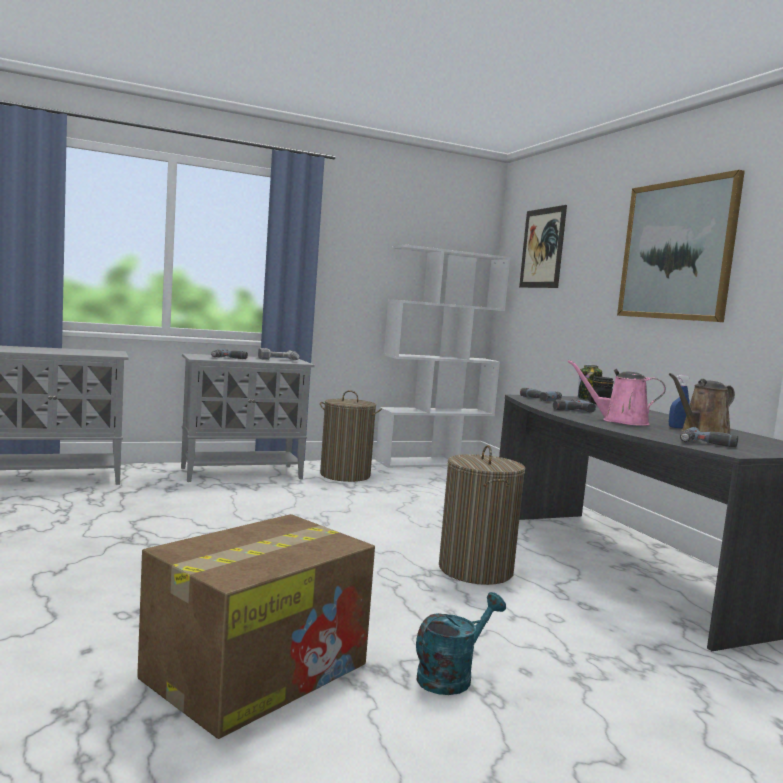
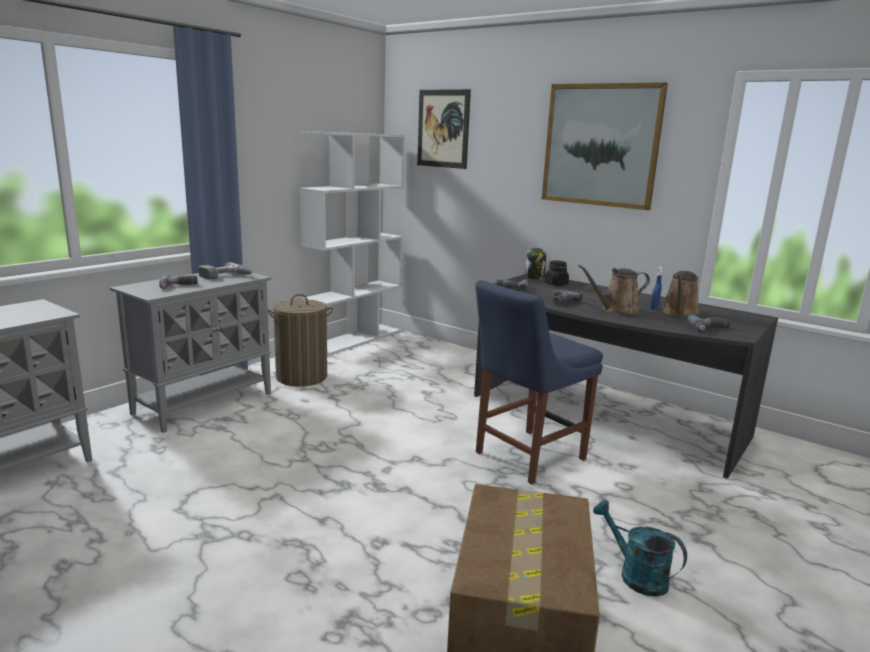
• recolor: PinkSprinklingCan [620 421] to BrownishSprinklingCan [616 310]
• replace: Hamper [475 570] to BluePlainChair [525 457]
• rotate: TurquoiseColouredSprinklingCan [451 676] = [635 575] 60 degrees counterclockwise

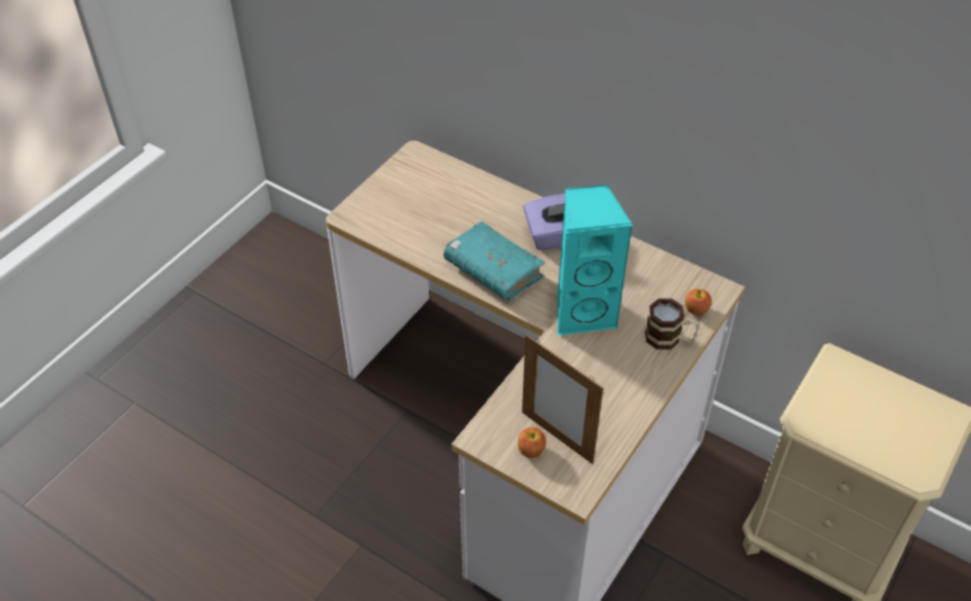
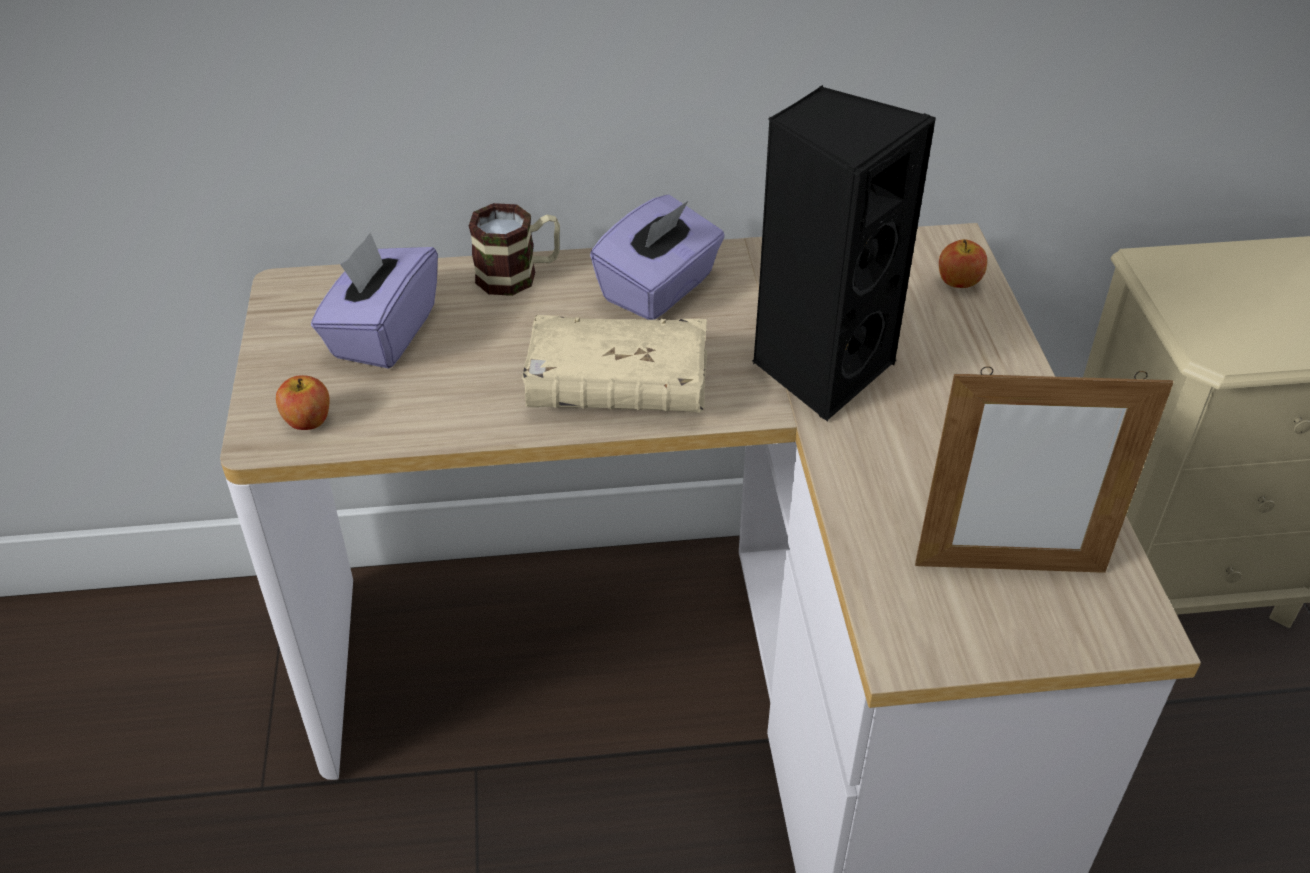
• recolor: TurquoiseColouredLoudspeaker [583 312] to BlackColouredLoudspeaker [820 368]
• recolor: TurquoiseColouredBoundBook [493 270] to SandColouredBoundBook [617 386]
• move: Mug [669 339] to [519 275]
• move: WholeApple [531 450] to [308 420]
• insert: PurpleBoxOfTissues [382 333]

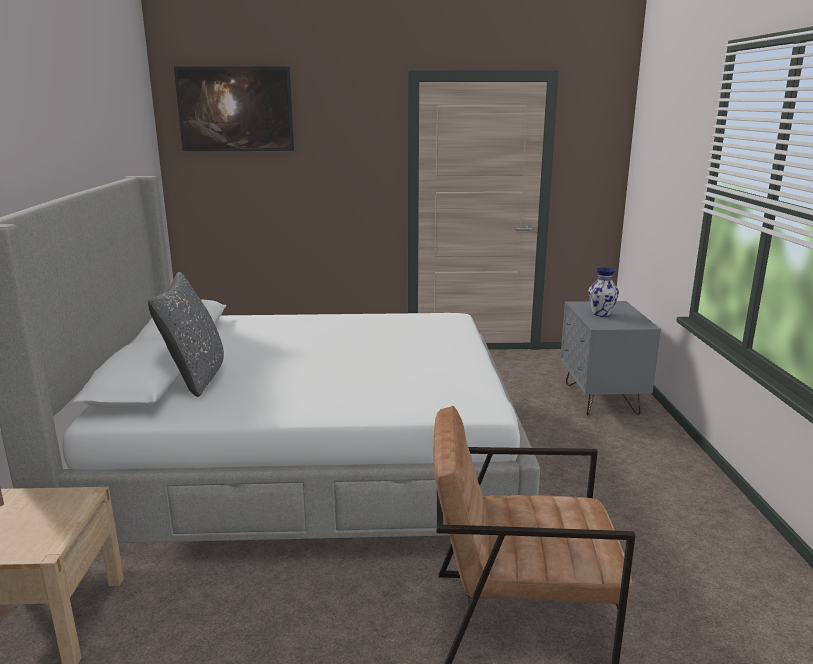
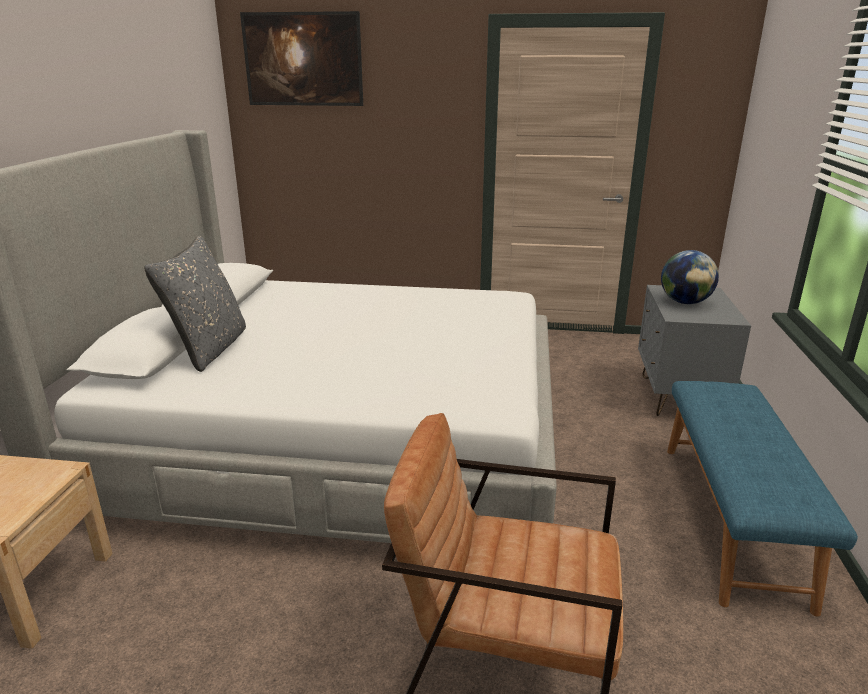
• replace: FlowerVase [601 314] to Globe [685 302]
• insert: BlueBench [732 519]

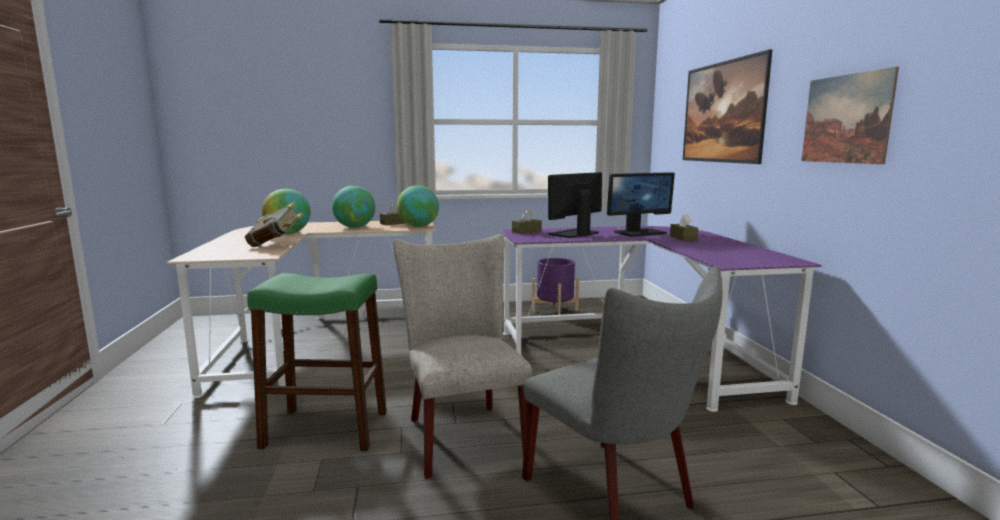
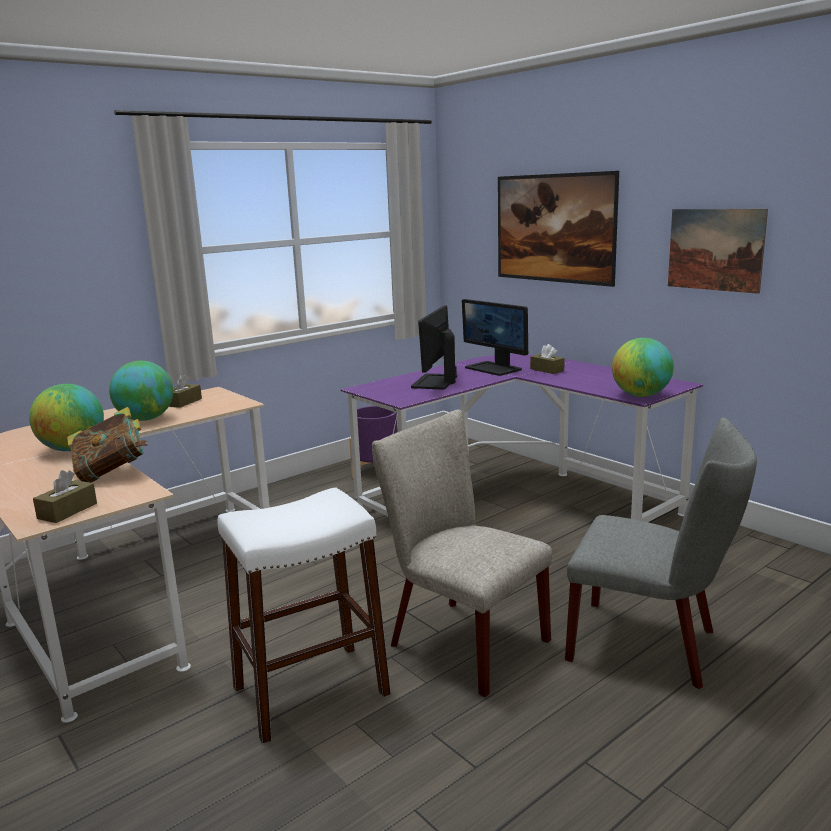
• rotate: Monitor [639 232] = [494 368] 105 degrees clockwise
• move: Globe [418 226] to [640 395]
• move: BrownishBoxOfTissues [526 232] to [67 511]
• recolor: GreenColouredStoolSeat [326 429] to WhiteStoolSeat [310 691]

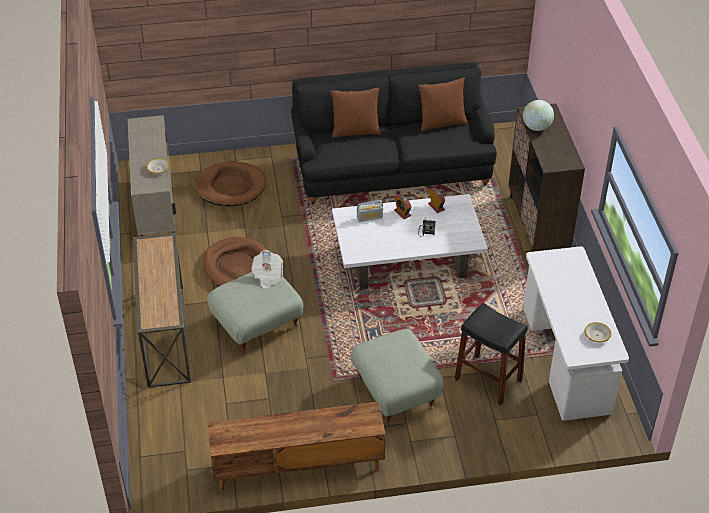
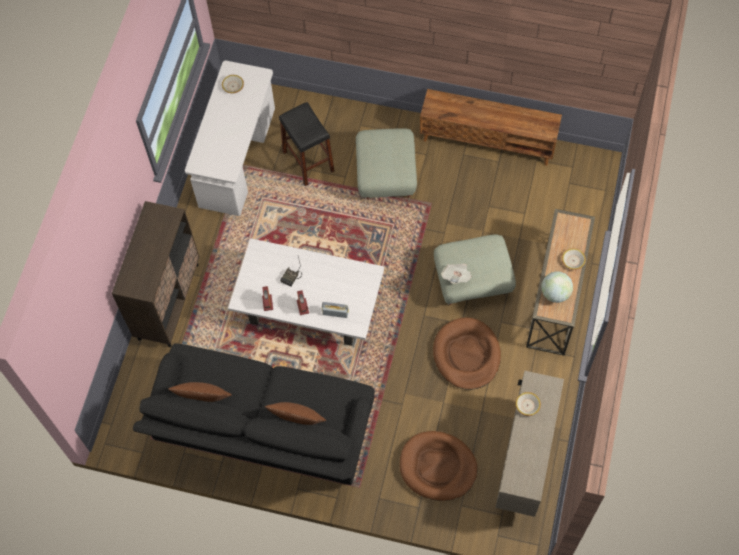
• move: Globe [536 127] to [555 293]
• insert: Bowl [573 260]

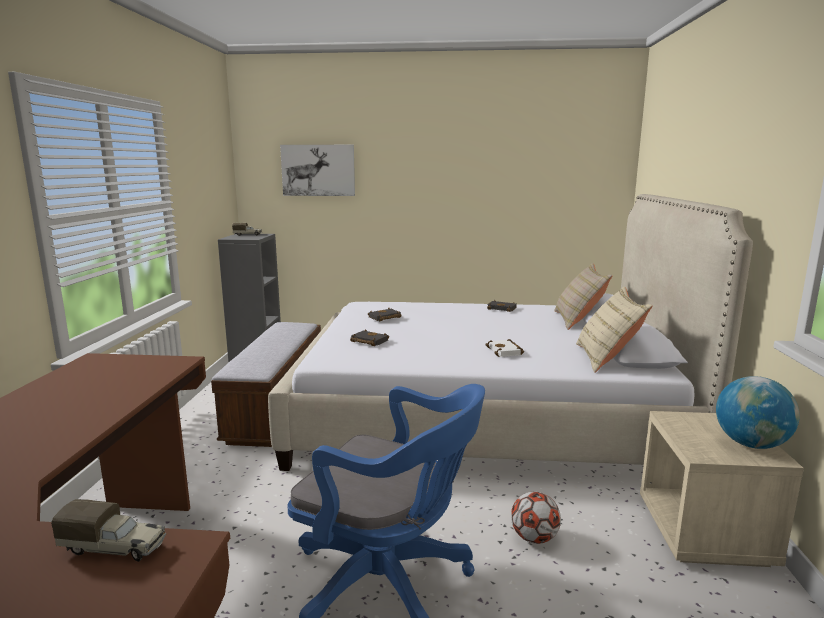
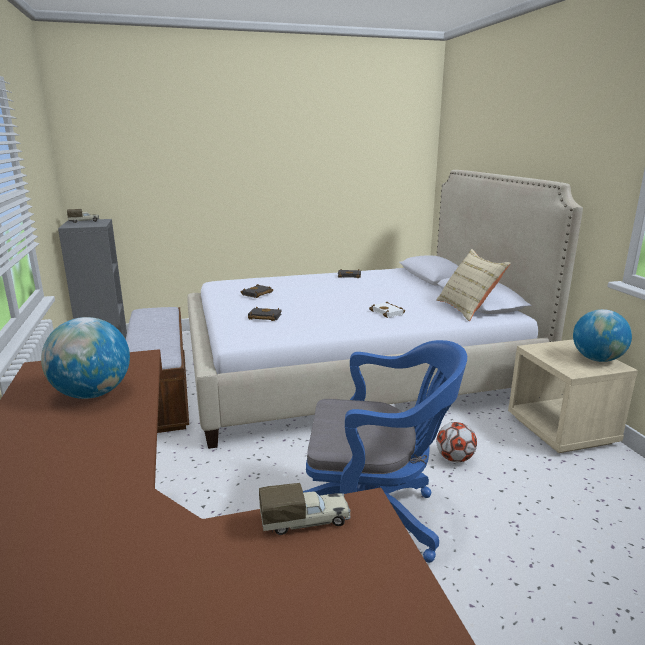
• delete: WallPicture [318 170]
• delete: SandColouredPillow [578 321]
• insert: Globe [92 394]

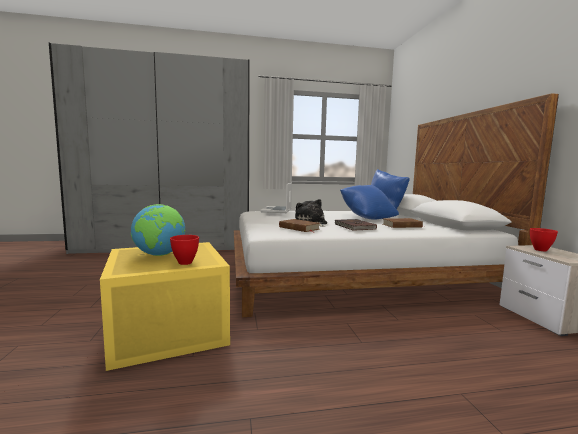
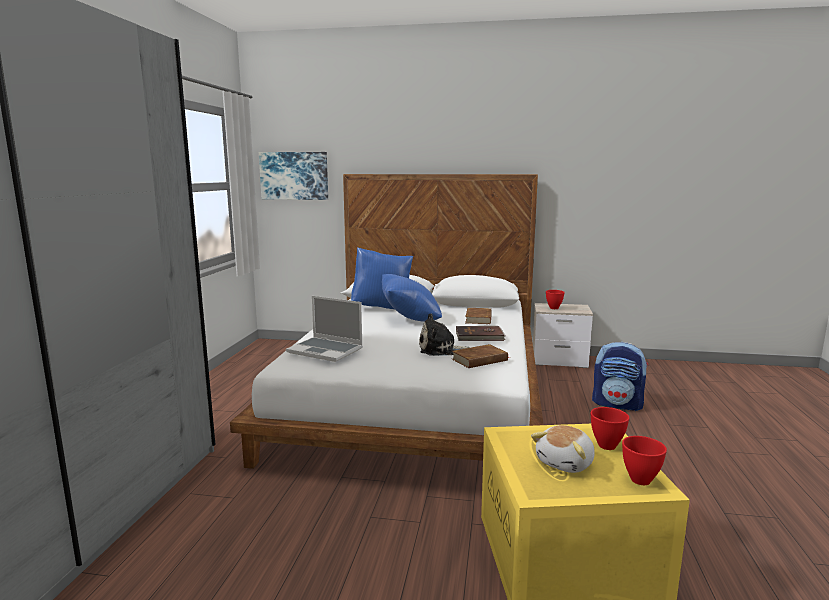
• replace: Globe [159 255] to SoftToy [566 463]
• insert: WallPicture [294 176]
• insert: Rucksack [617 404]
• insert: RedColouredBowl [641 480]

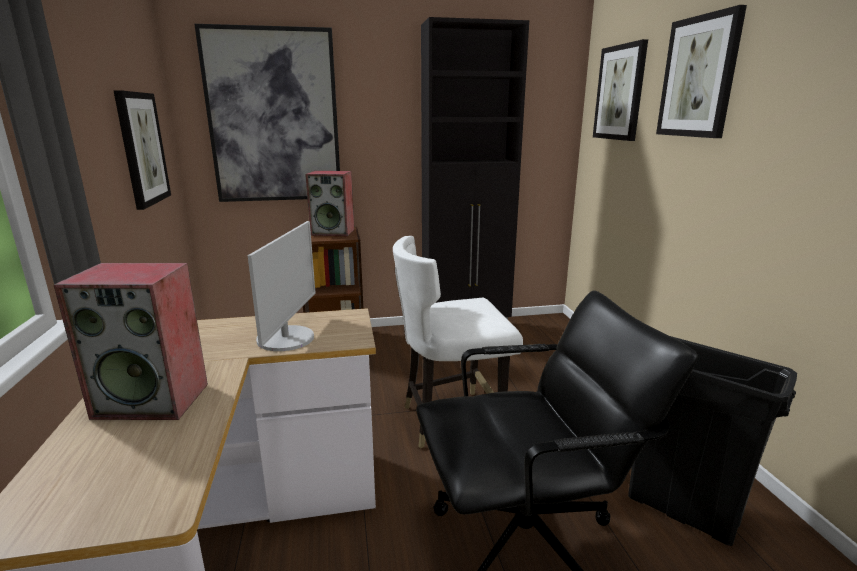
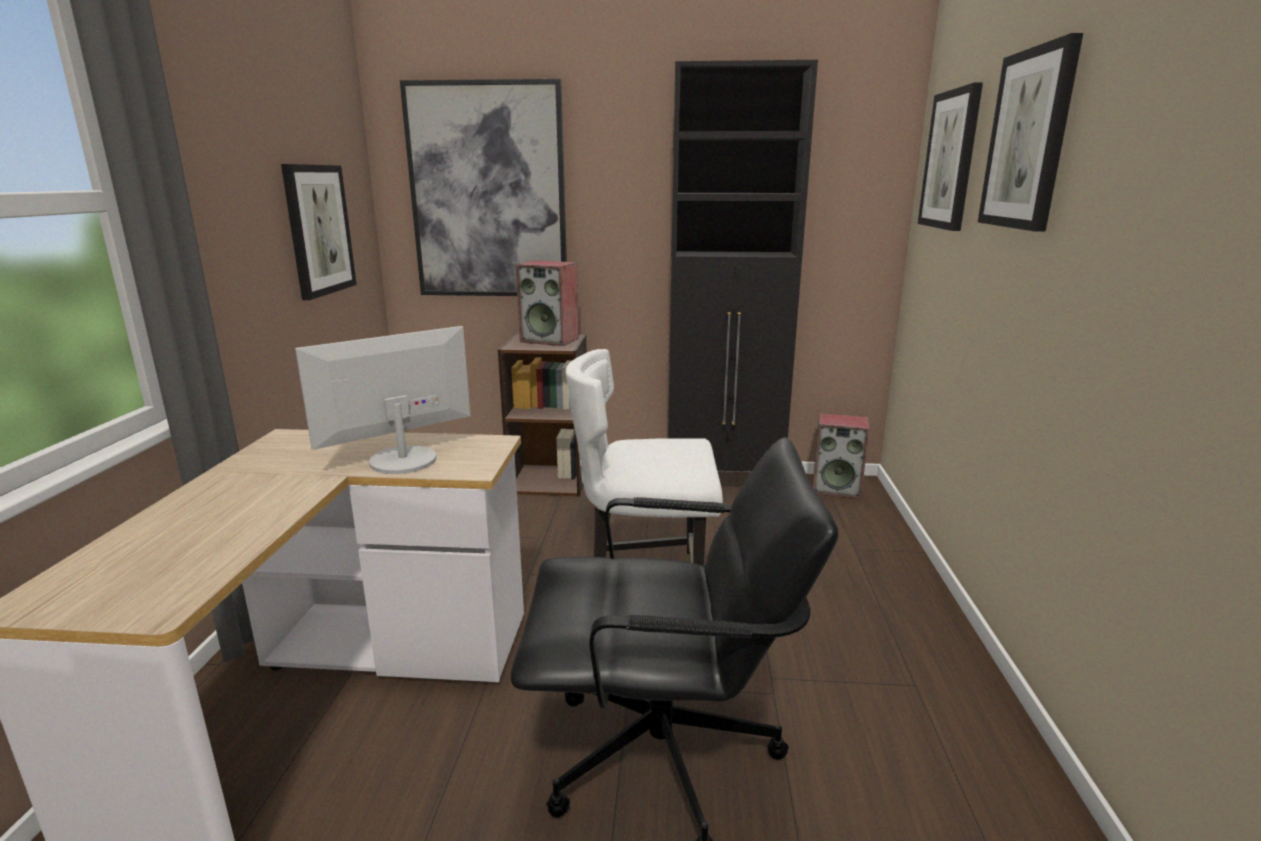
• rotate: Monitor [286 338] = [402 460] 150 degrees counterclockwise
• move: Loudspeaker [154 400] to [837 489]
• delete: BlackColouredTrashCan [680 511]

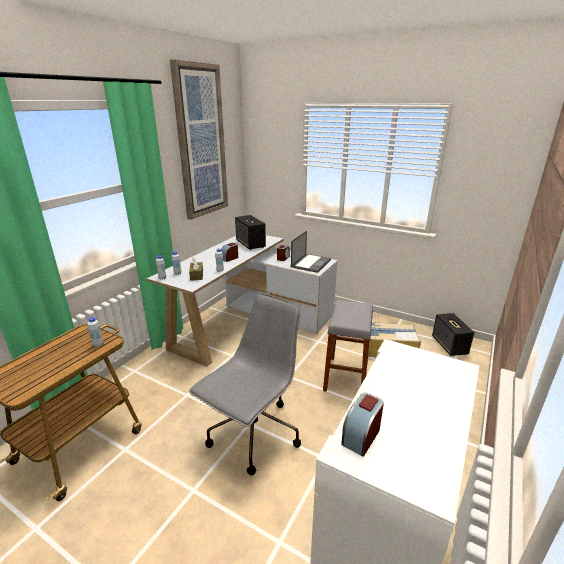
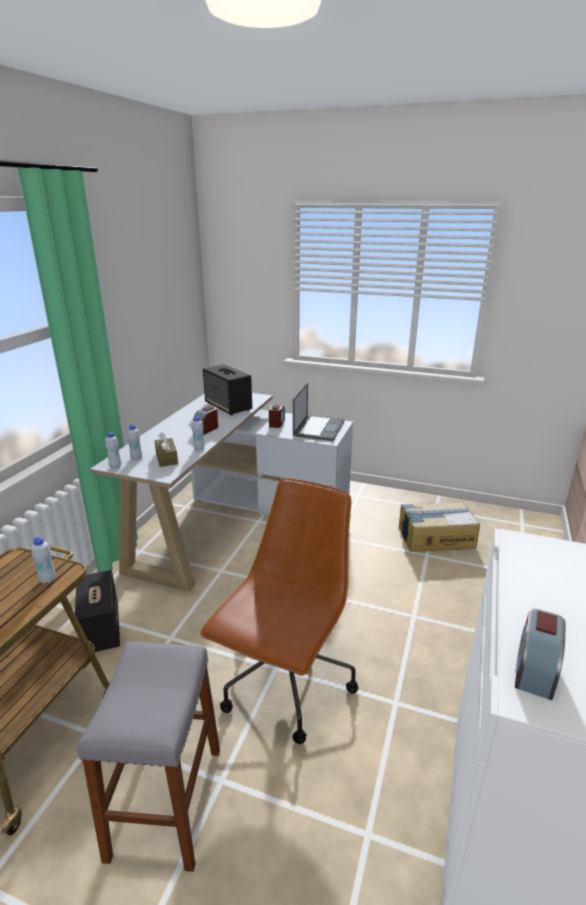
• delete: WallPicture [201 143]
• recolor: GreyComputerChair [253 435] to BrownishComputerChair [286 684]
• move: GreyStoolSeat [346 376] to [166 801]
• move: Loudspeaker [449 345] to [102 630]

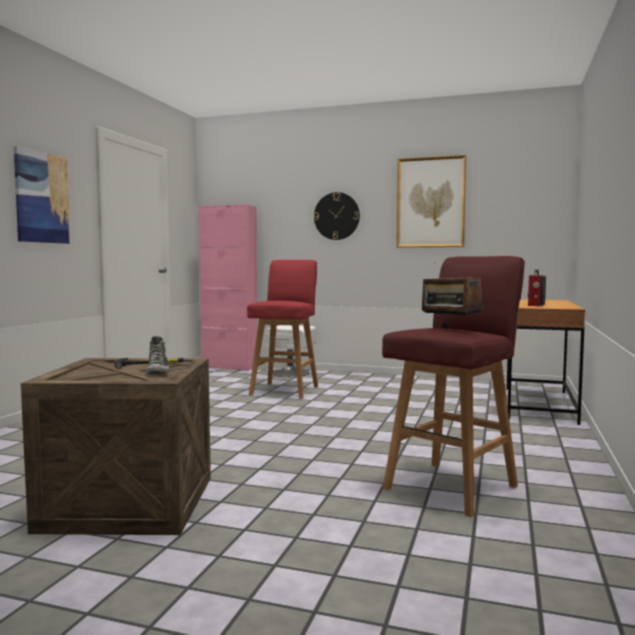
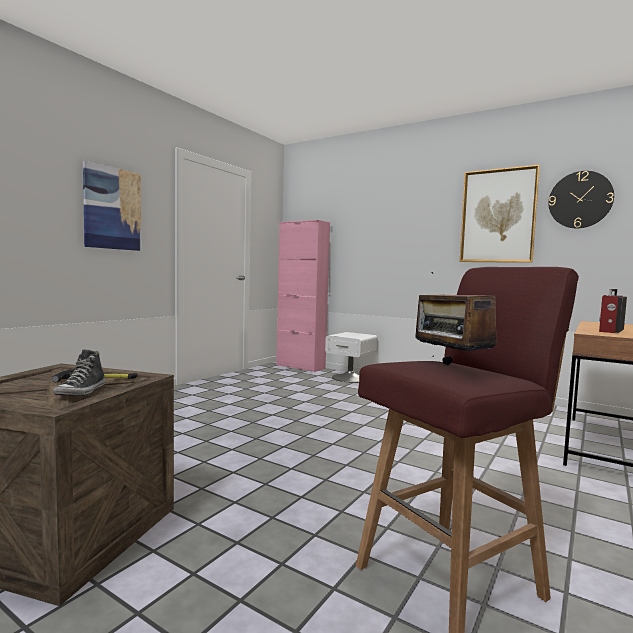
• move: ClockOnTheWall [336 216] to [580 200]
• delete: RedColouredStoolSeat [285 390]

